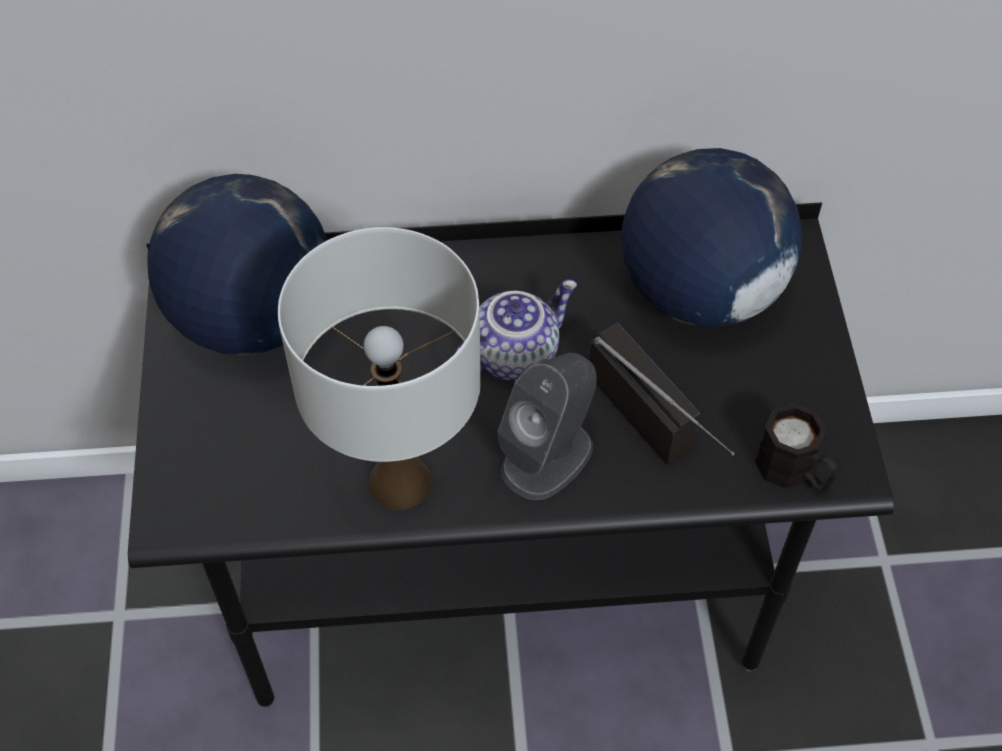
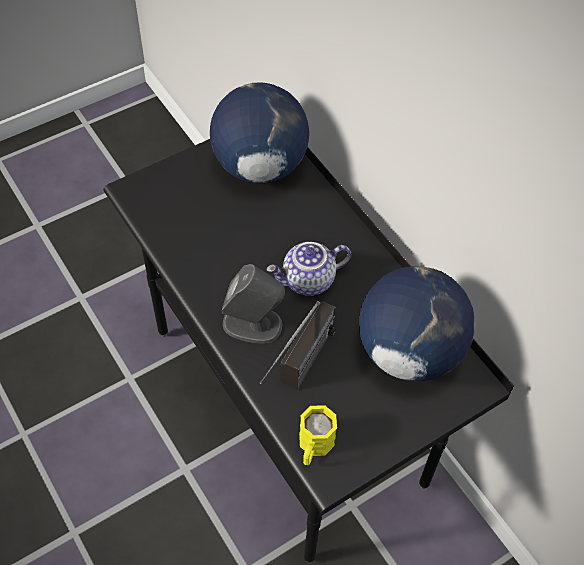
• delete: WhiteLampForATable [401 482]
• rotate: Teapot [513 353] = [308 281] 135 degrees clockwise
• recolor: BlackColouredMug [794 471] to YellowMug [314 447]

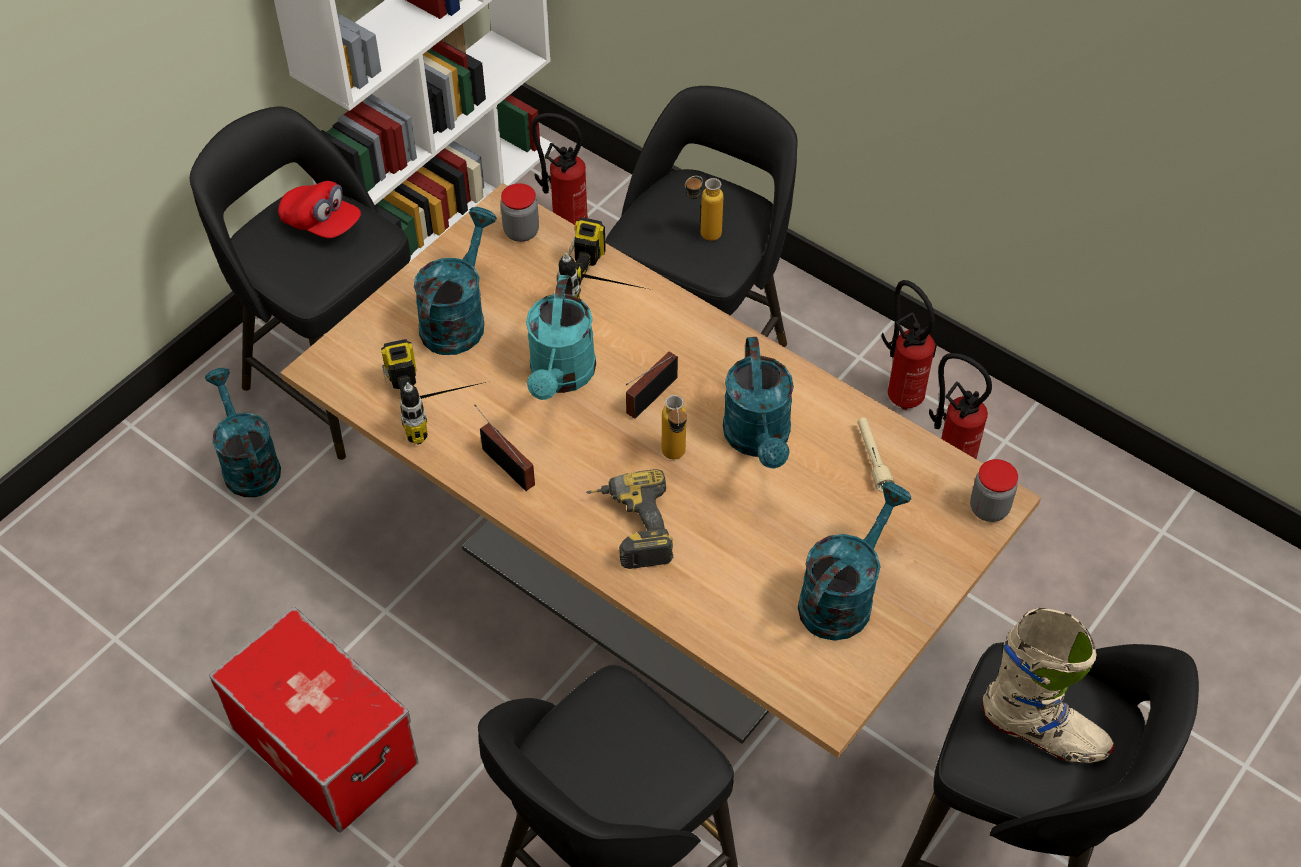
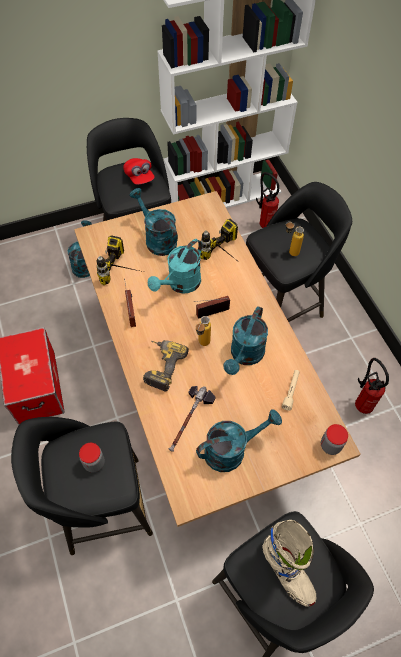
• move: PreserveJar [521 232] to [94 463]
• rotate: TurquoiseColouredSprinklingCan [457 318] = [157 239] 90 degrees counterclockwise
• delete: FireFightingCylinder [902 393]
• insert: ToolHammer [189 420]

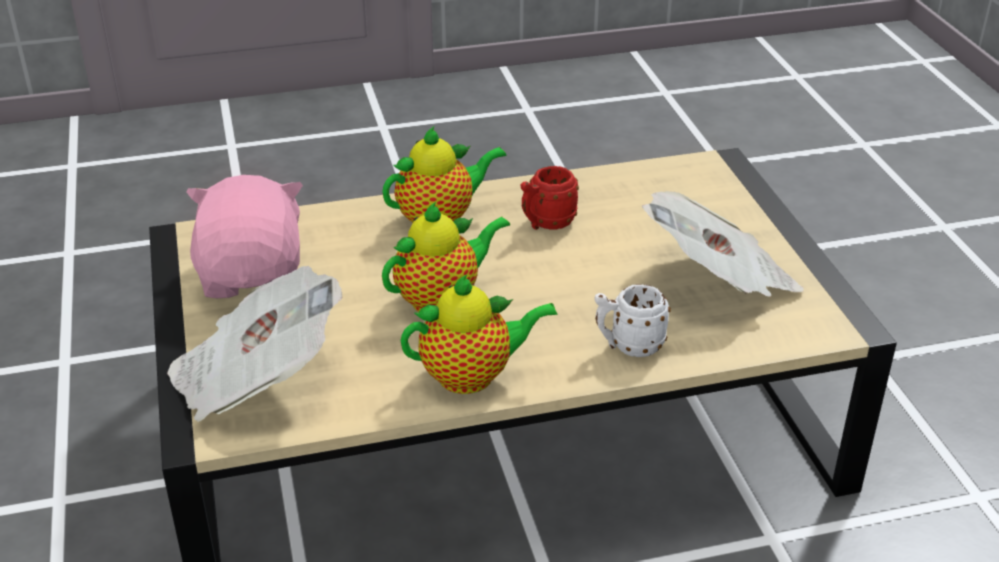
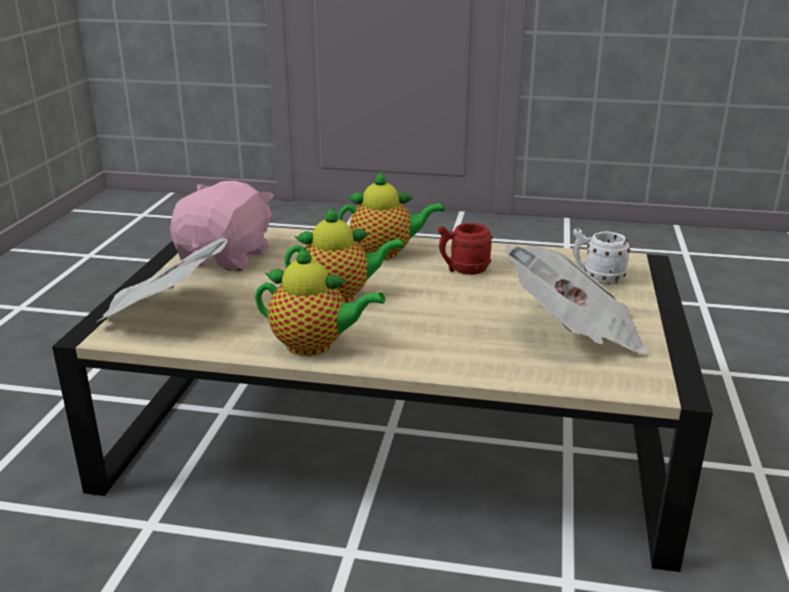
• move: WhiteMug [628 346] to [597 278]

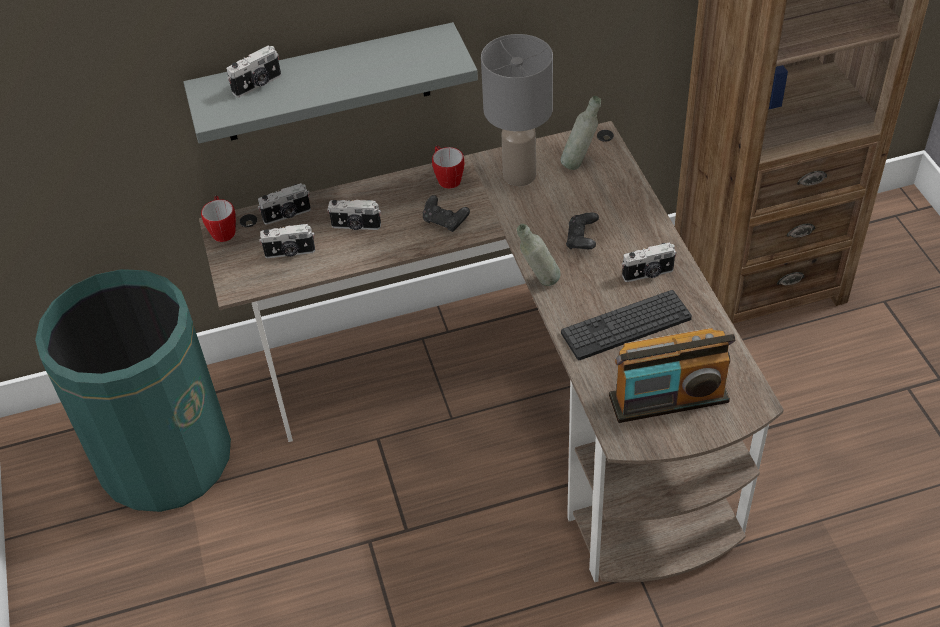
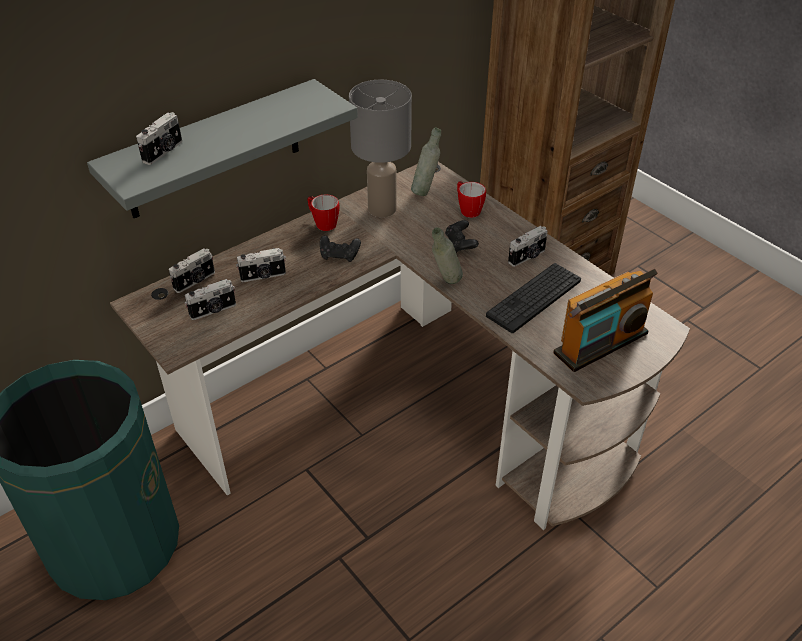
• move: Mug [223 230] to [467 209]

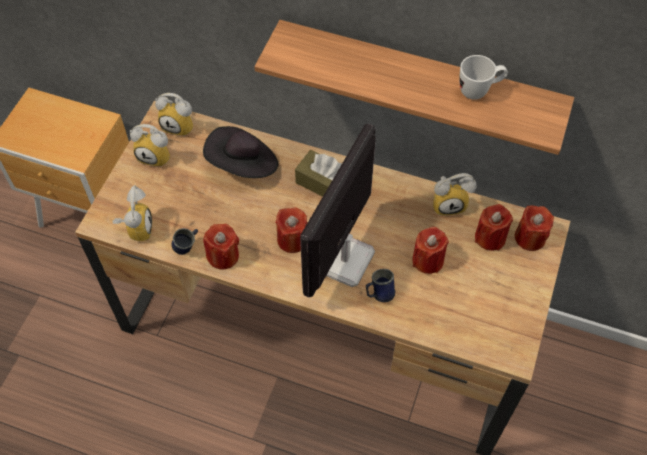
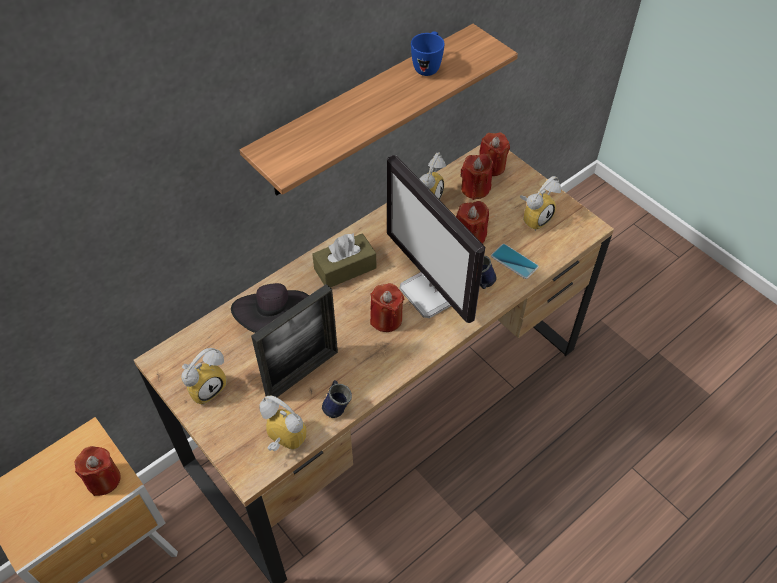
• recolor: WhiteMug [479 91] to BlueMug [428 66]
• move: TableClock [180 125] to [534 217]
• move: RedColouredWaxCandle [223 256] to [103 479]
• insert: Phone [514 262]
• insert: StandingFrame [302 373]

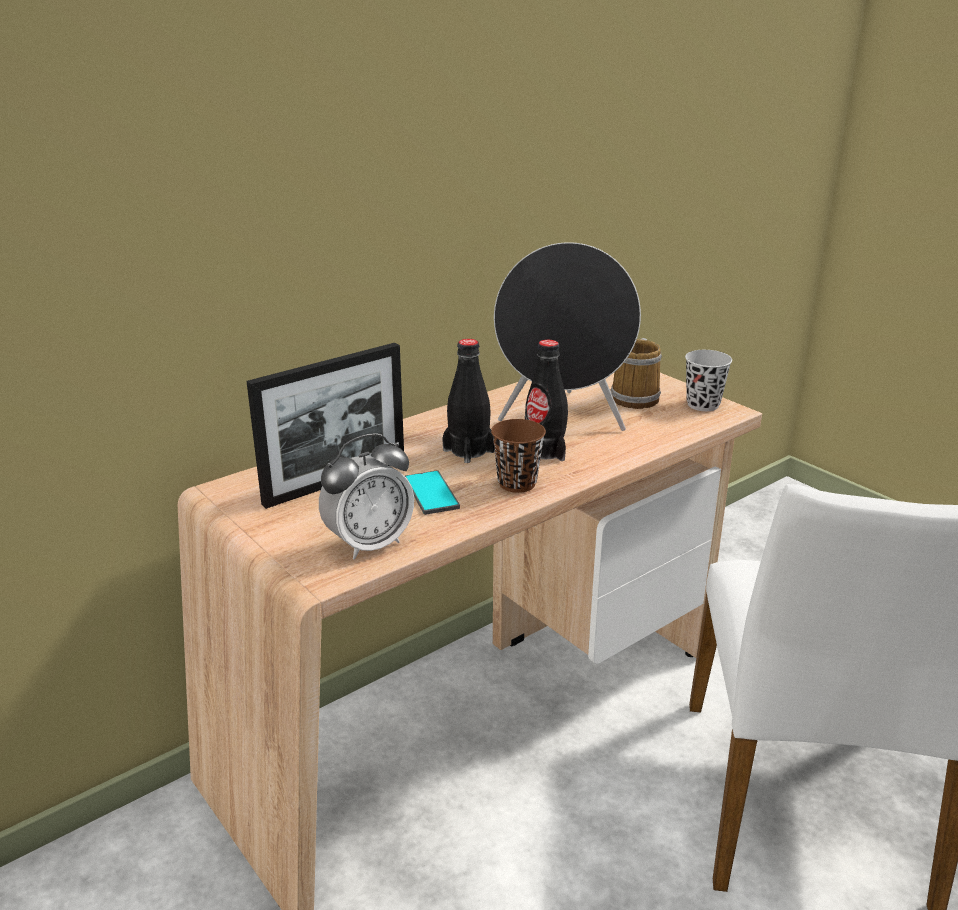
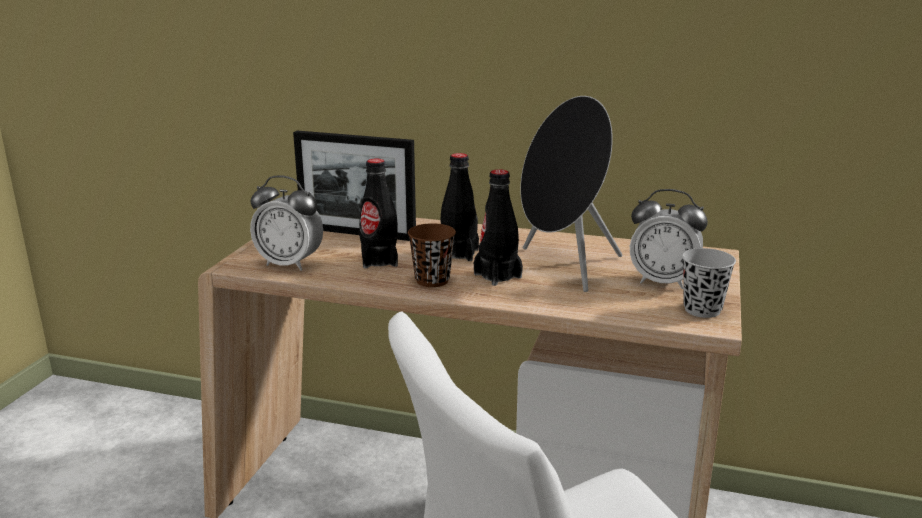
• replace: Mug [637 397] to TableClock [662 281]
• replace: Phone [431 493] to BlackColouredBeverageBottle [379 261]

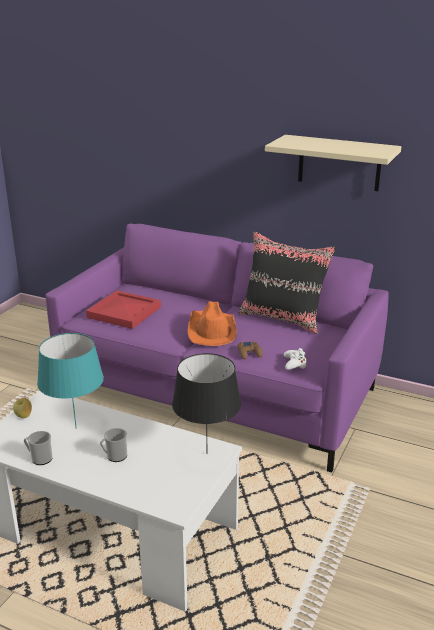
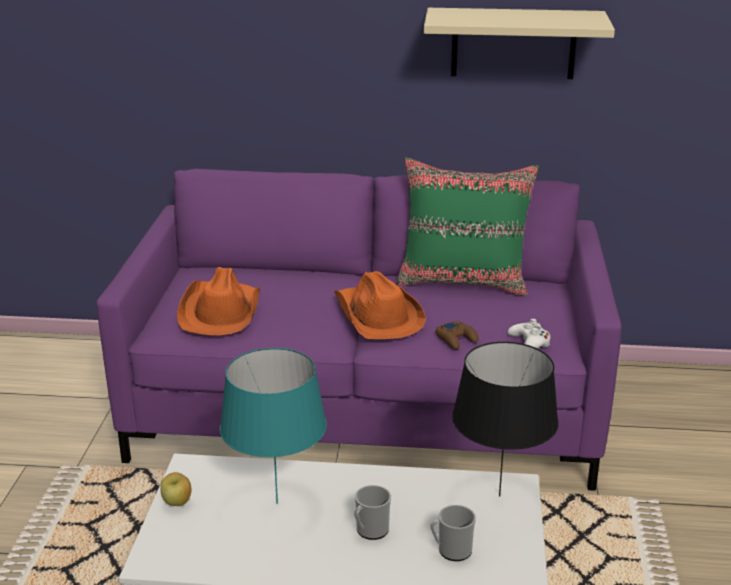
• recolor: BlackColouredPillow [283 318] to GreenColouredPillow [463 282]
• replace: RedColouredCarryingTray [123 312] to OrangeHat [221 311]
• move: Mug [39 458] to [451 551]

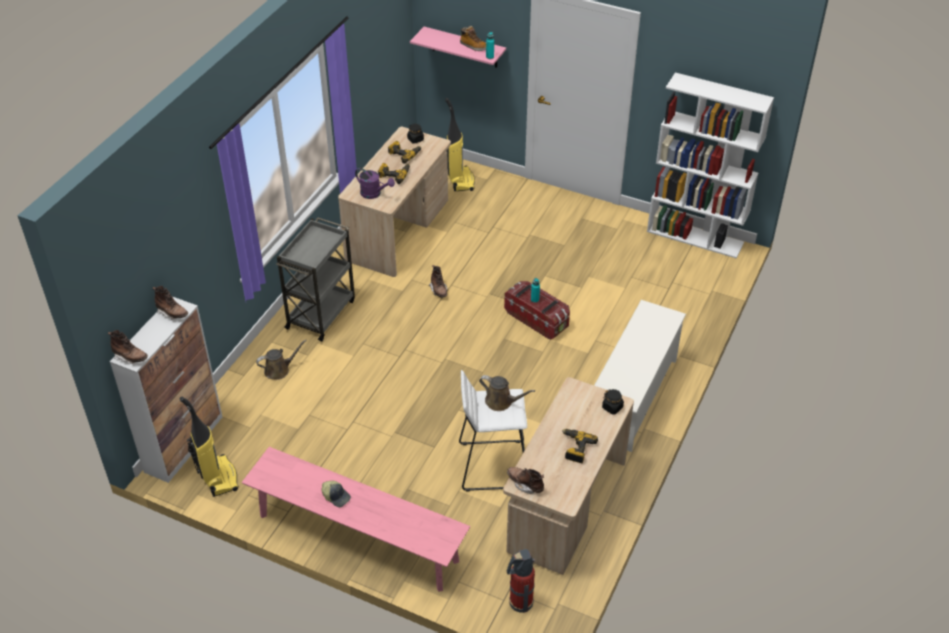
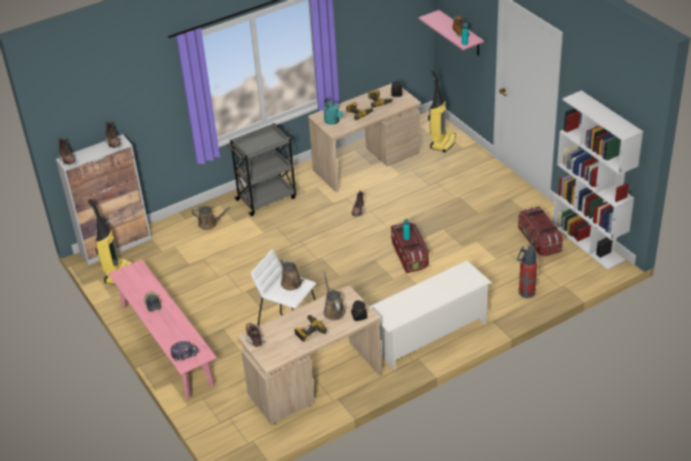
• recolor: PurpleSprinklingCan [374 194] to TurquoiseColouredSprinklingCan [333 121]
• move: FireFightingCylinder [520 602] to [526 292]
• insert: StorageContainer [539 241]
• insert: BrownishSprinklingCan [333 310]
• insert: Cap [184 353]

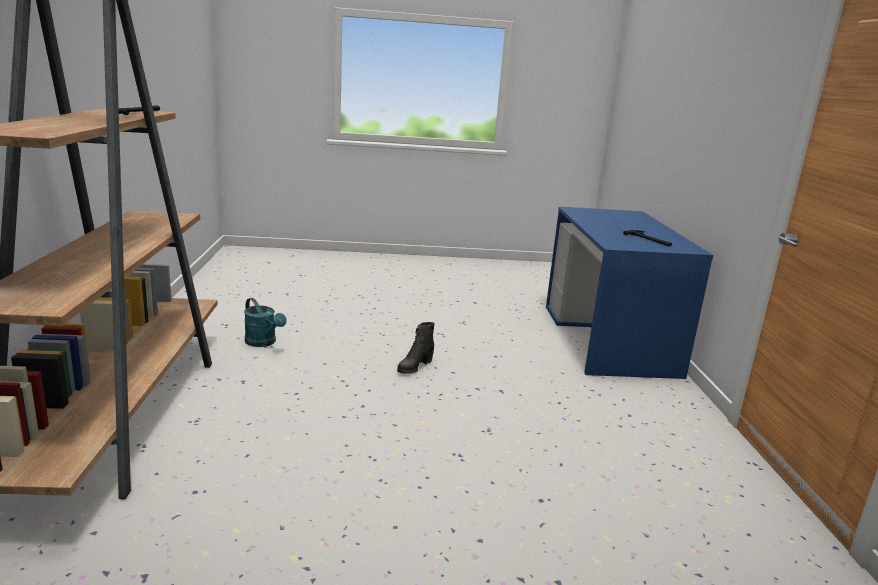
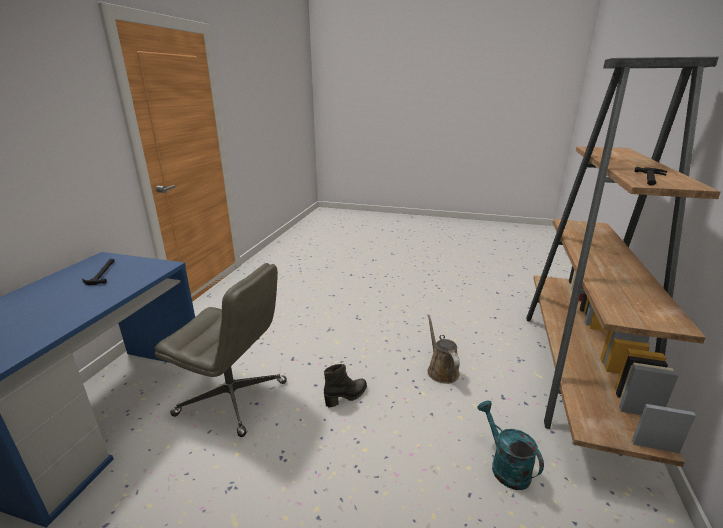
• insert: GreyComputerChair [233 398]
• insert: BrownishSprinklingCan [441 370]

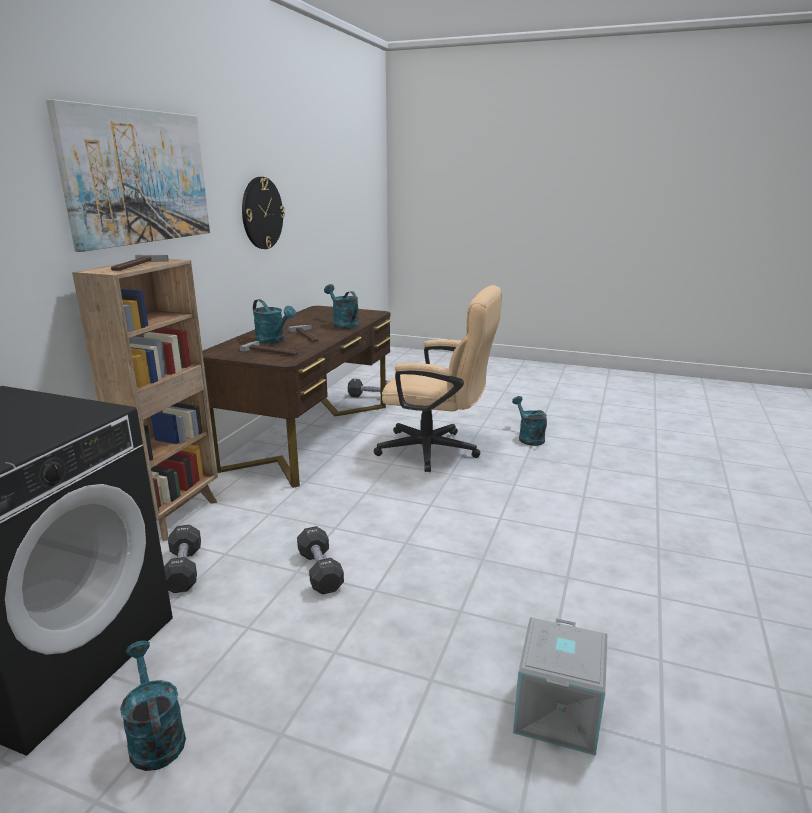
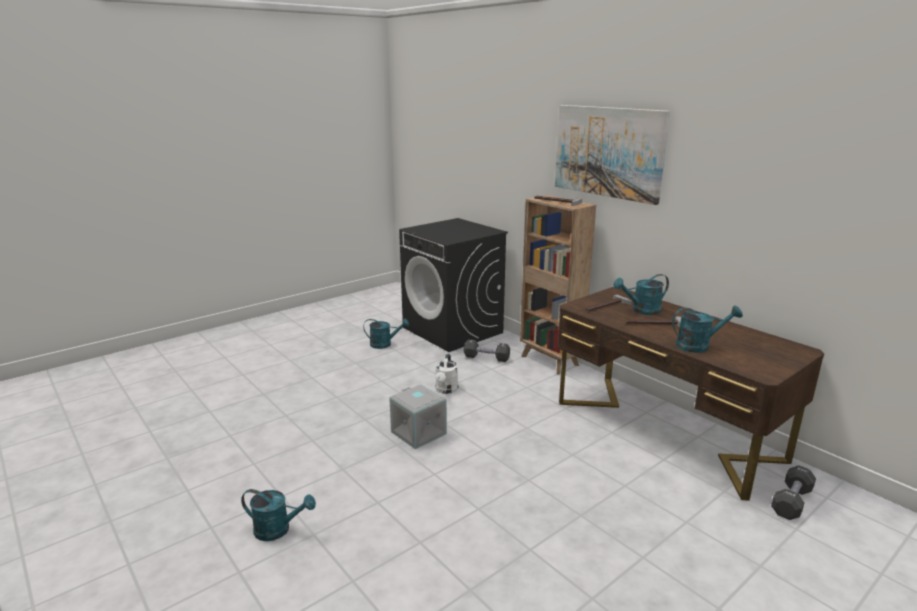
• delete: ClockOnTheWall [262 213]
• delete: SandColouredComputerChair [437 451]
• move: TurquoiseColouredSprinklingCan [528 438] to [278 530]
• replace: BlackColouredDumbbell [320 571] to WhiteSprinklingCan [446 390]
• move: GreyStorageContainer [559 713] to [417 433]

